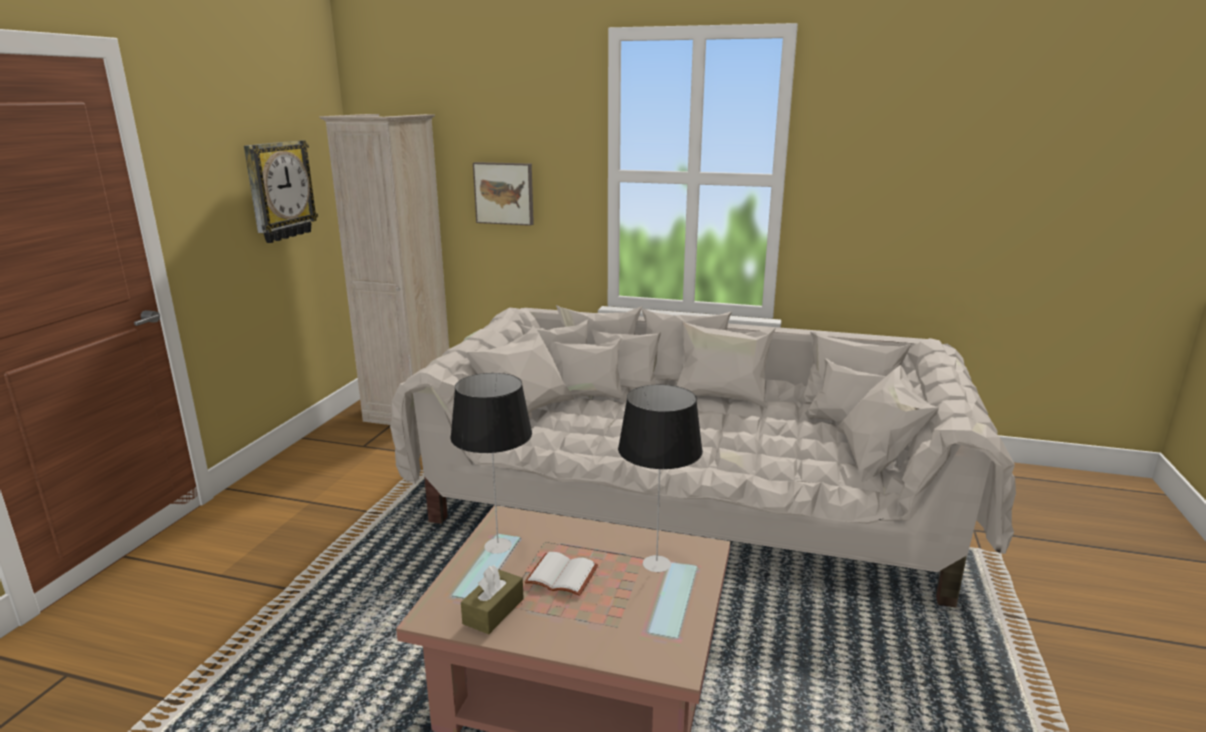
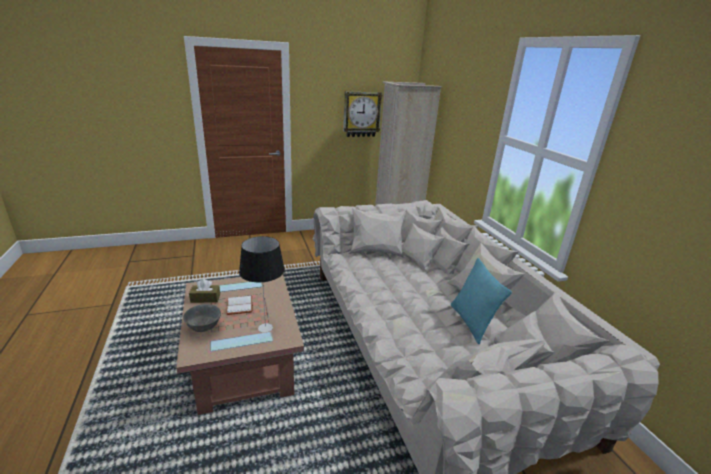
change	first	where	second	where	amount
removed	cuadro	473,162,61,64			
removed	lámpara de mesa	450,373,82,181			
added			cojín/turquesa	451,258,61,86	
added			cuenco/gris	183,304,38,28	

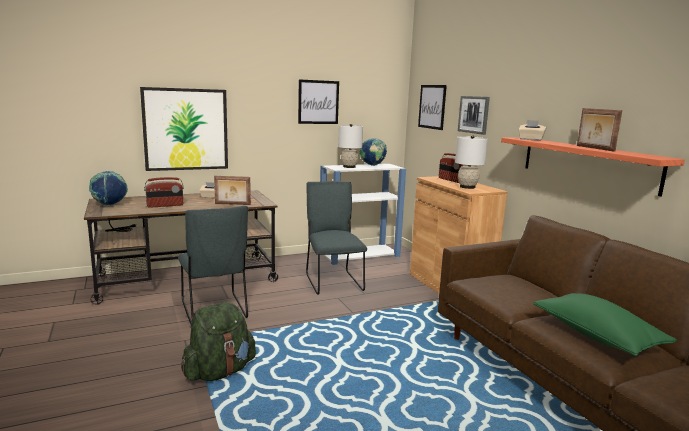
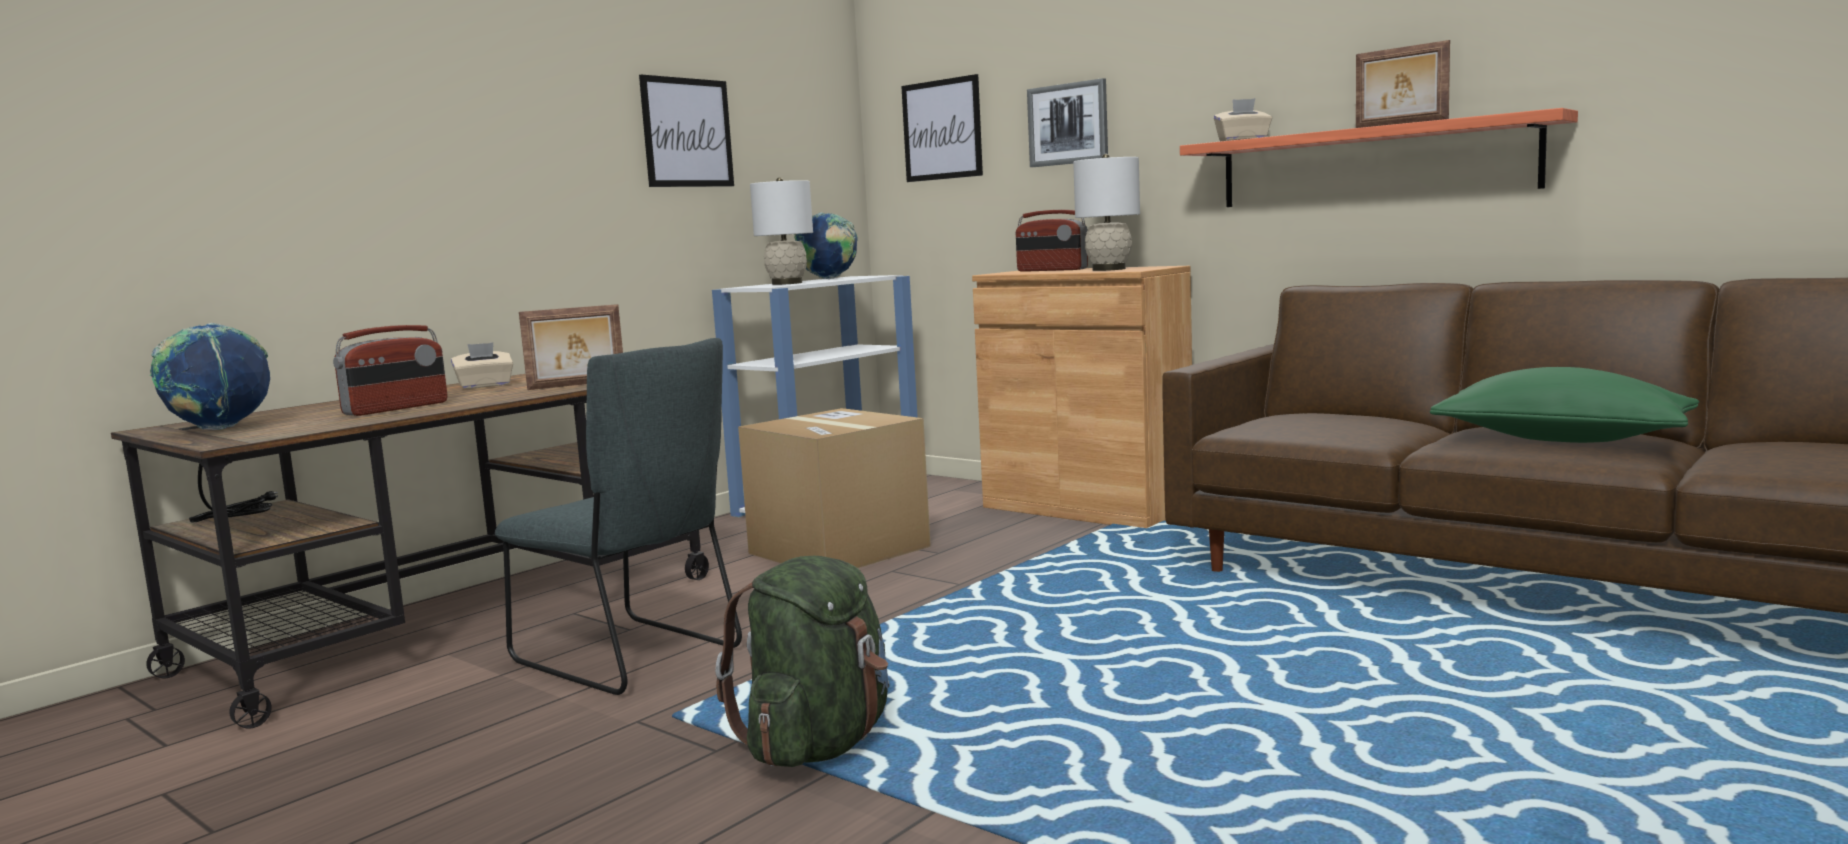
change	first	where	second	where	amount
removed	cuadro	140,87,88,84			
replaced	silla/gris	306,181,61,114	caja de cartón	738,408,193,160	

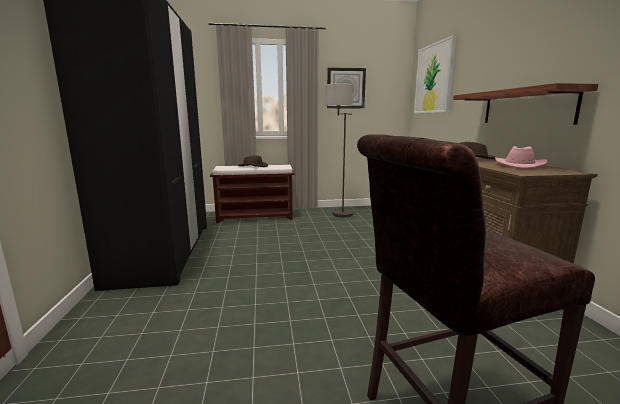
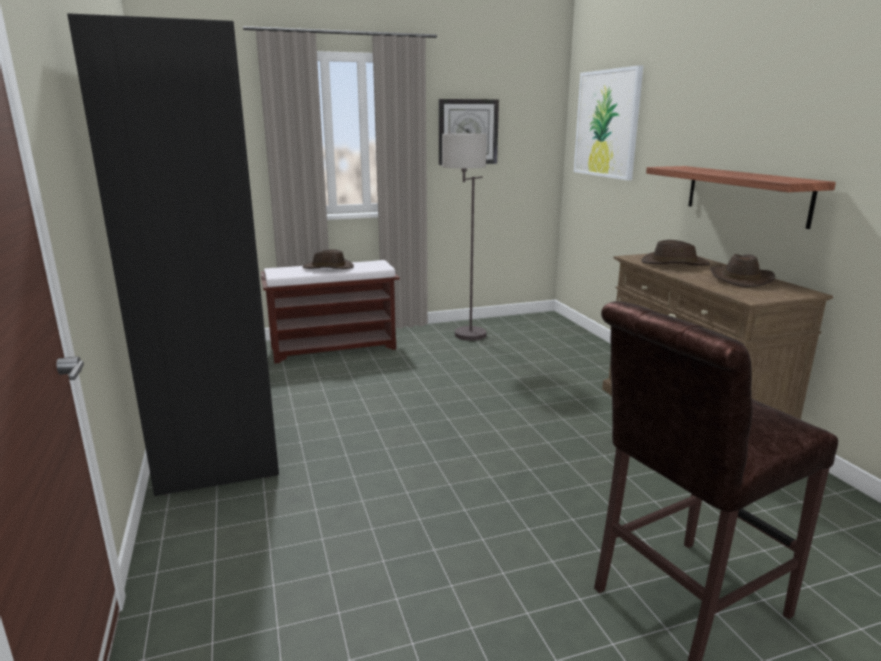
change	first	where	second	where	amount
recoloured	sombrero/rosa	495,146,52,22	sombrero/marrón	710,254,65,33	

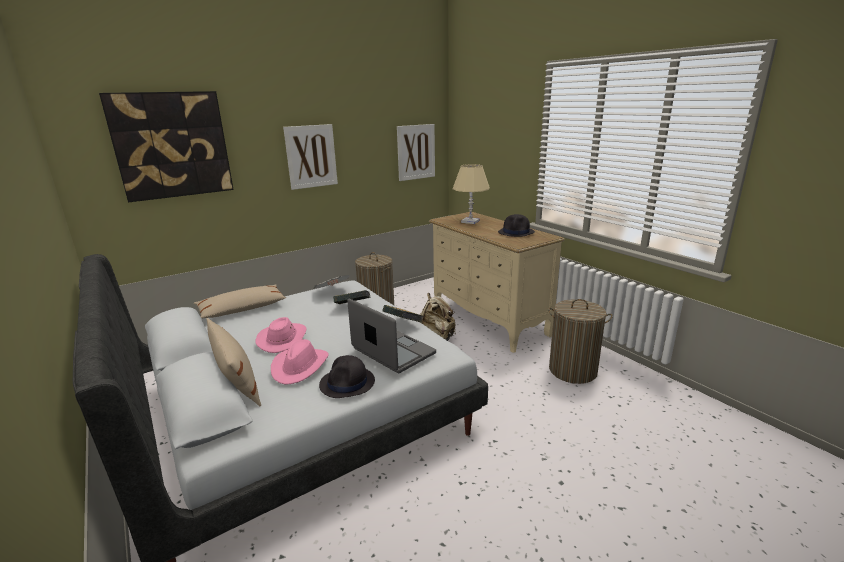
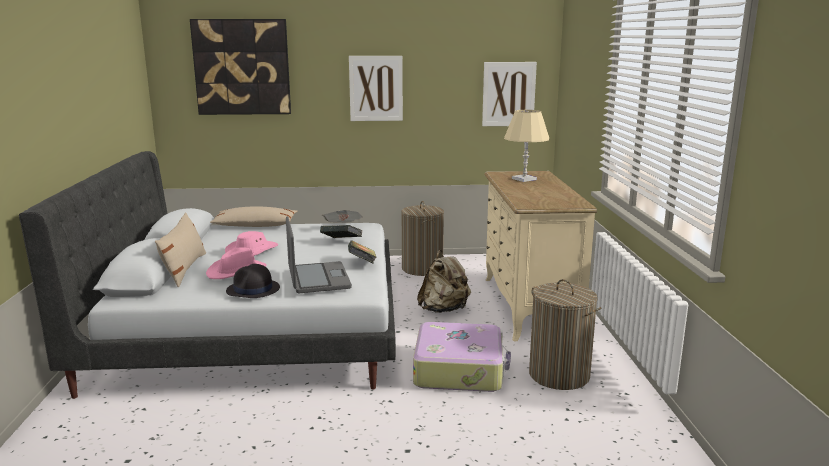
change	first	where	second	where	amount
removed	sombrero/negro	498,214,37,23			
added			maleta	413,322,98,70	

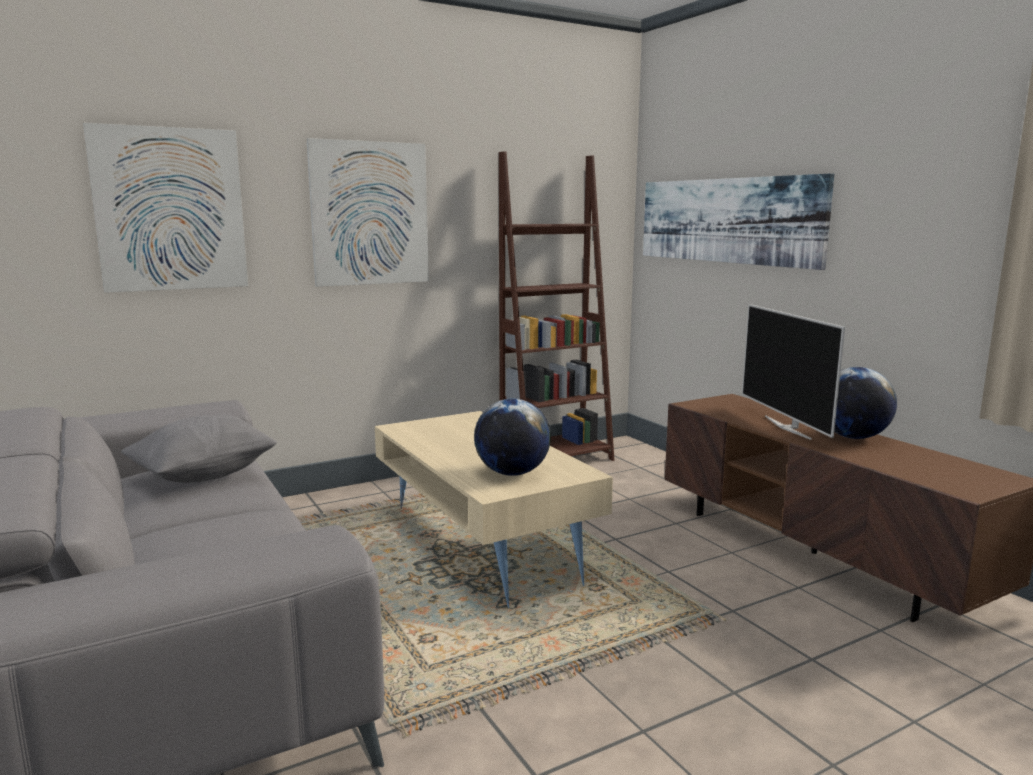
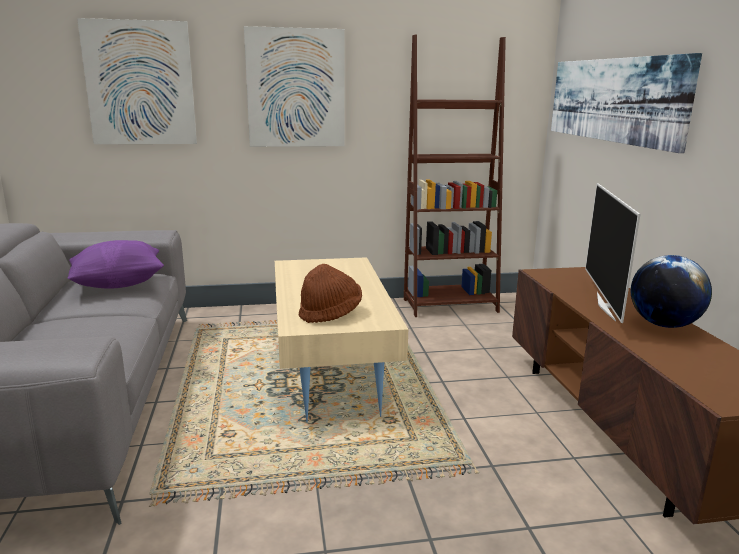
change	first	where	second	where	amount
replaced	globo terráqueo	474,399,77,77	sombrero/marrón	299,264,63,59	
recoloured	cojín/gris	121,415,156,68	cojín/morado	67,240,97,49	

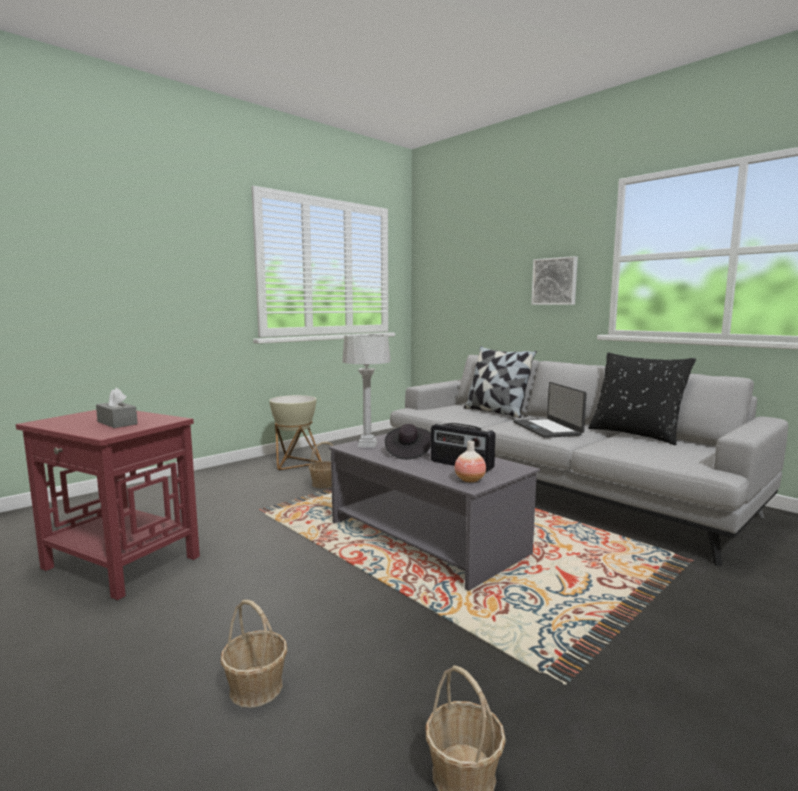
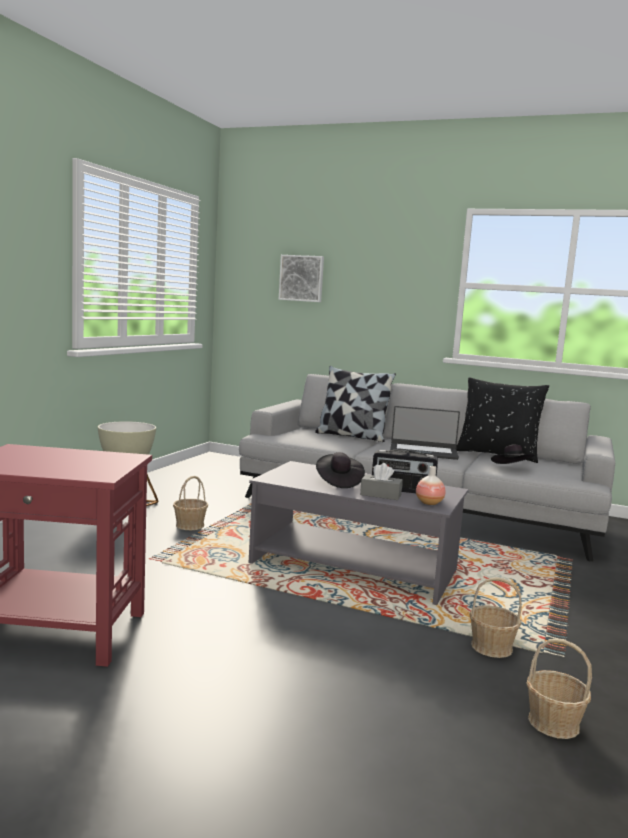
change	first	where	second	where	amount
moved	cuadro	531,256,47,49		279,255,45,47	
removed	lámpara de mesa/gris	342,334,49,114			
turned	portátil	513,382,74,56		390,406,70,54	45 degrees counterclockwise
moved	caja de pañuelos/gris	96,388,42,40		360,463,43,37	
moved	cesta	221,600,66,108		469,577,53,81	
added			sombrero/negro	491,444,43,20	

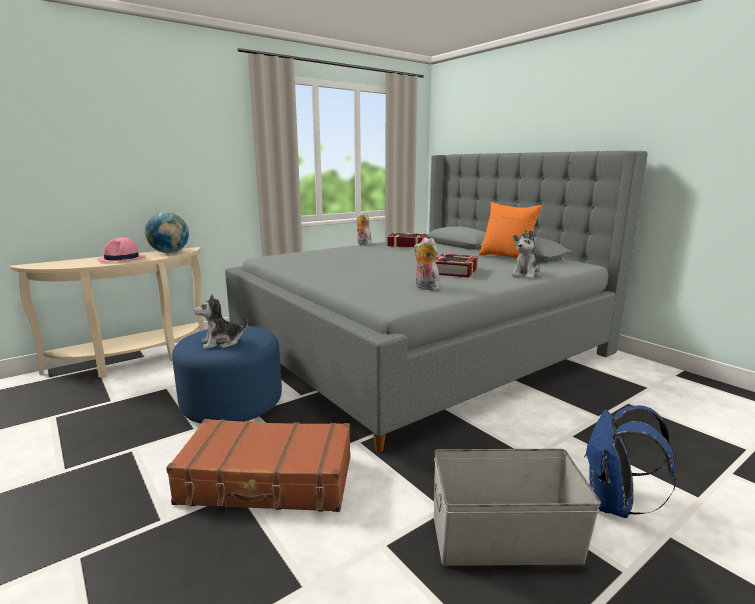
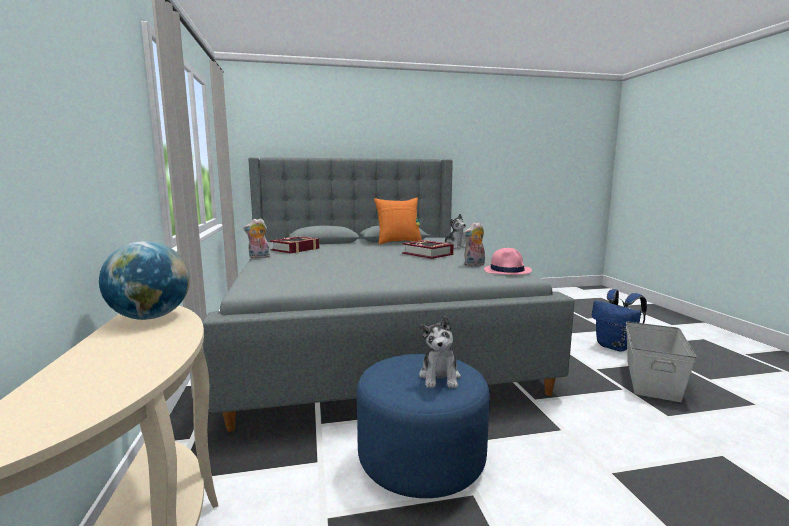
change	first	where	second	where	amount
moved	sombrero/rosa	97,238,49,24		484,248,48,27	
removed	maleta/marrón	166,419,185,93			

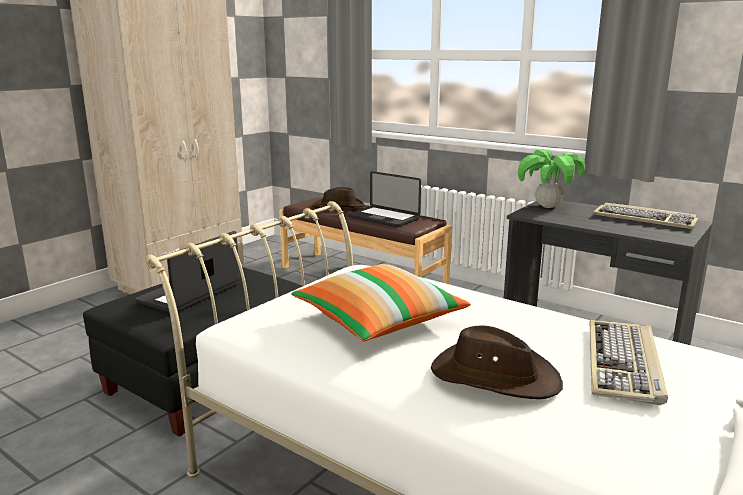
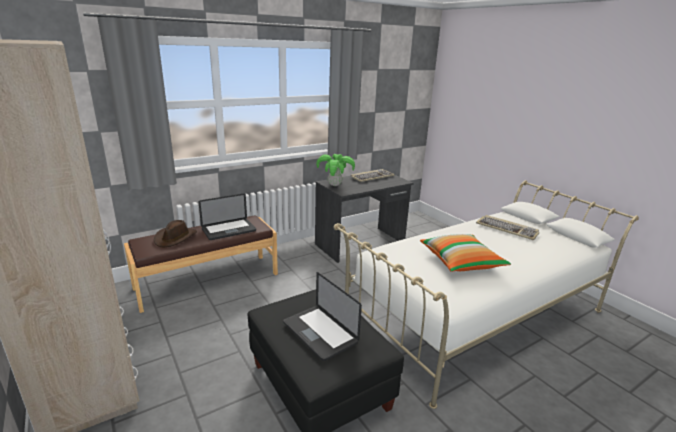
change	first	where	second	where	amount
removed	sombrero/marrón	431,326,132,73			

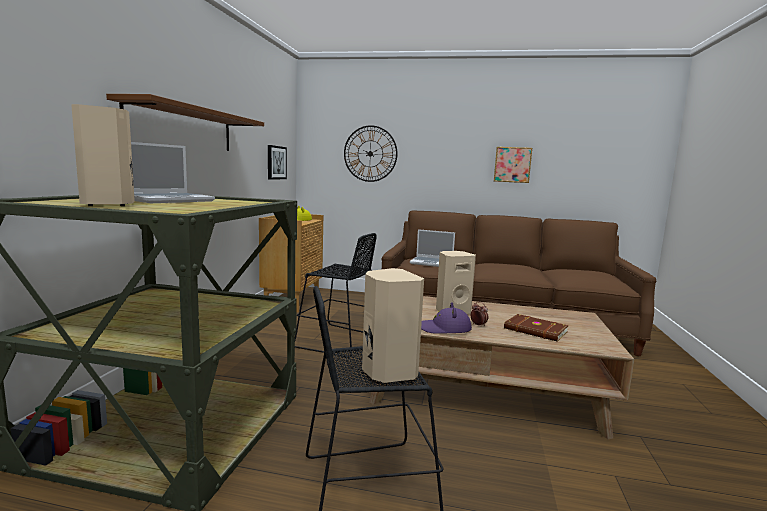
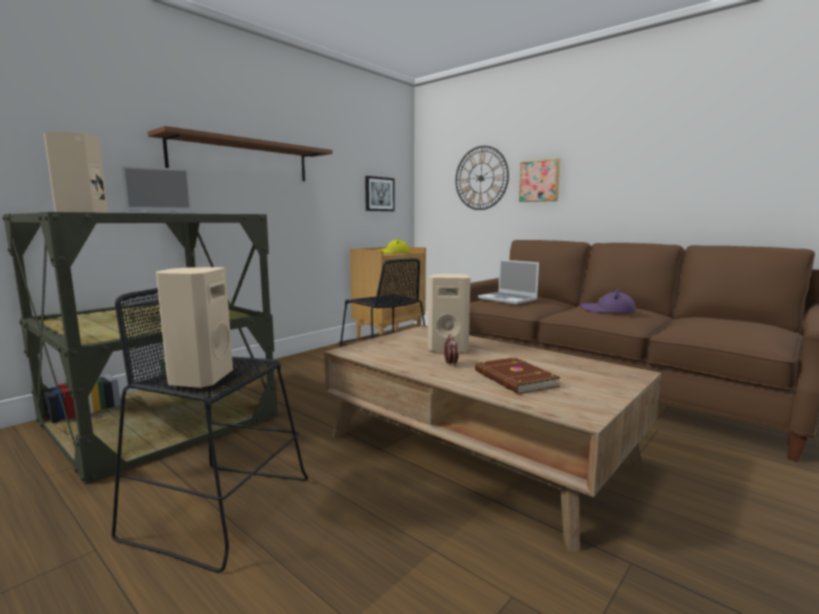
change	first	where	second	where	amount
moved	cuadro	494,147,38,36		519,158,41,44	
moved	sombrero/morado	421,302,51,32		581,288,55,25	

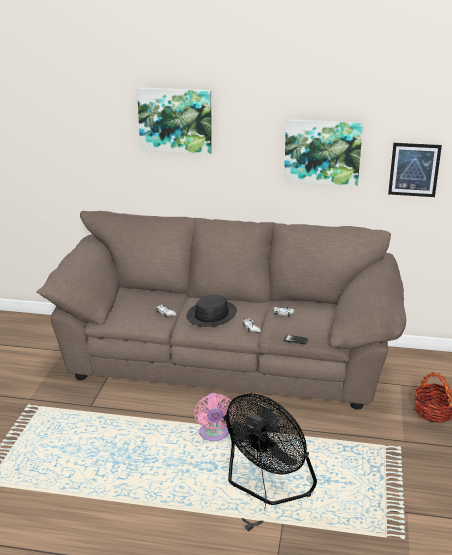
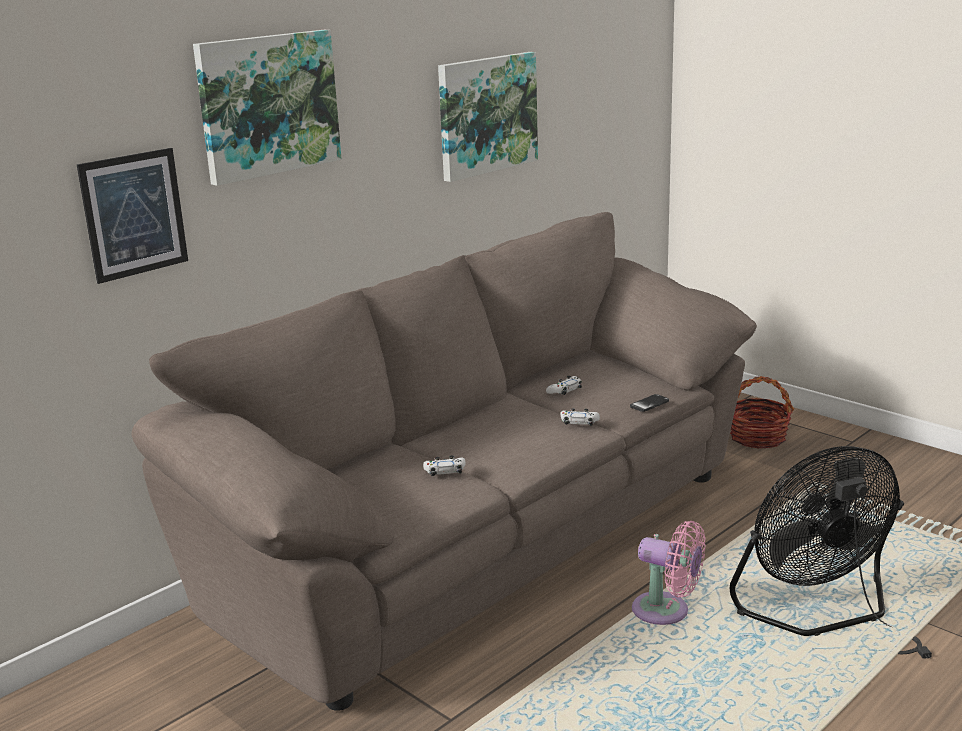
change	first	where	second	where	amount
moved	cuadro	388,143,54,54		76,148,112,136	
removed	sombrero/negro	186,294,51,33			

